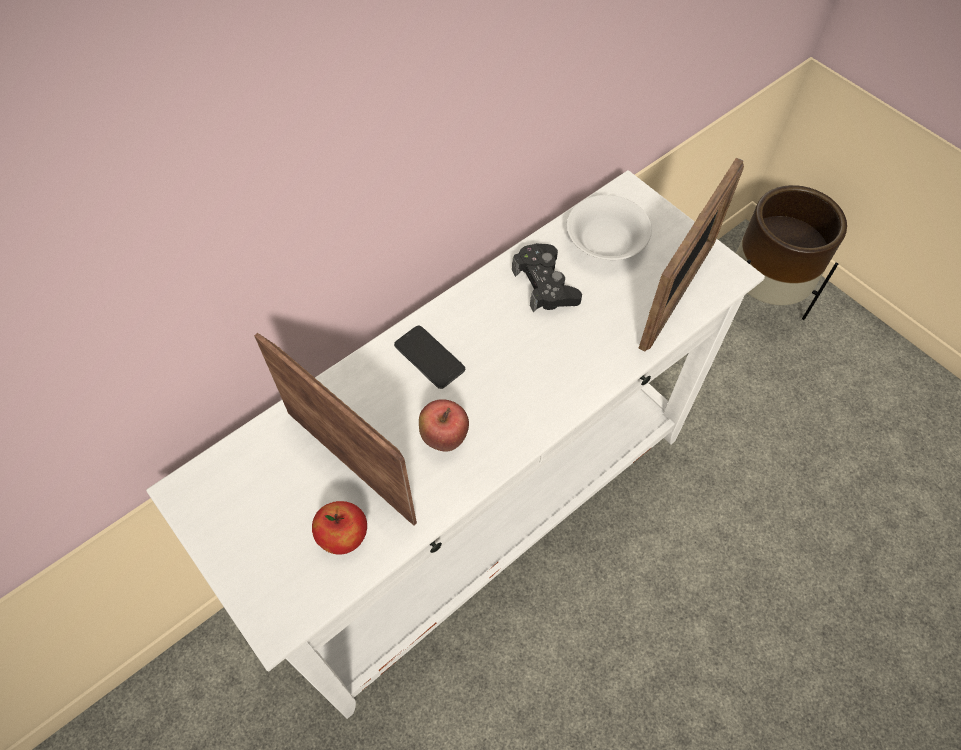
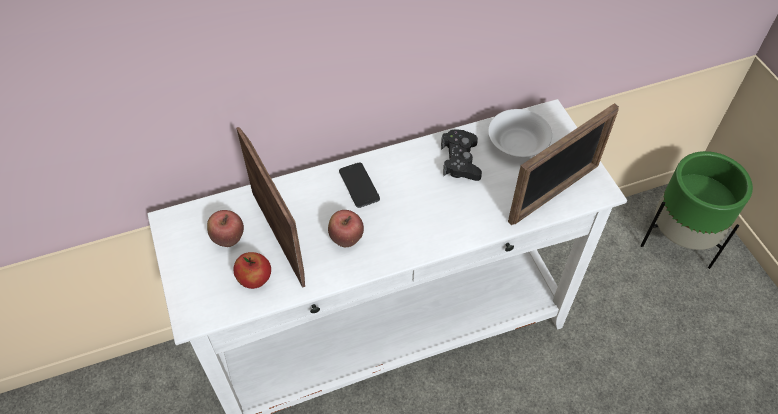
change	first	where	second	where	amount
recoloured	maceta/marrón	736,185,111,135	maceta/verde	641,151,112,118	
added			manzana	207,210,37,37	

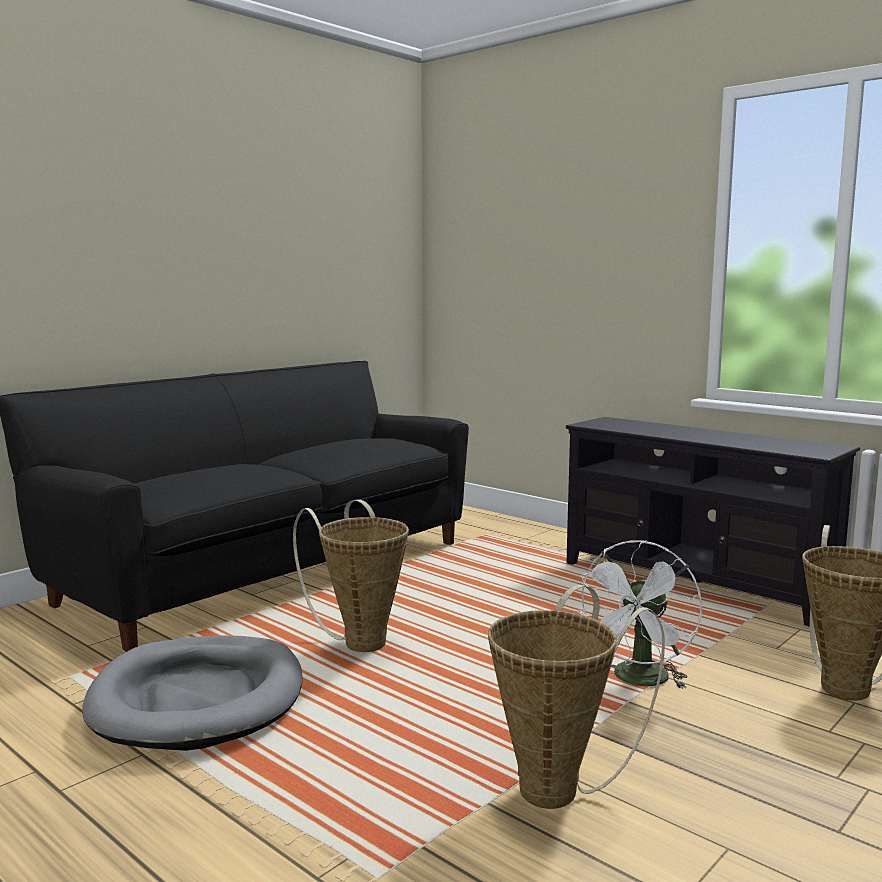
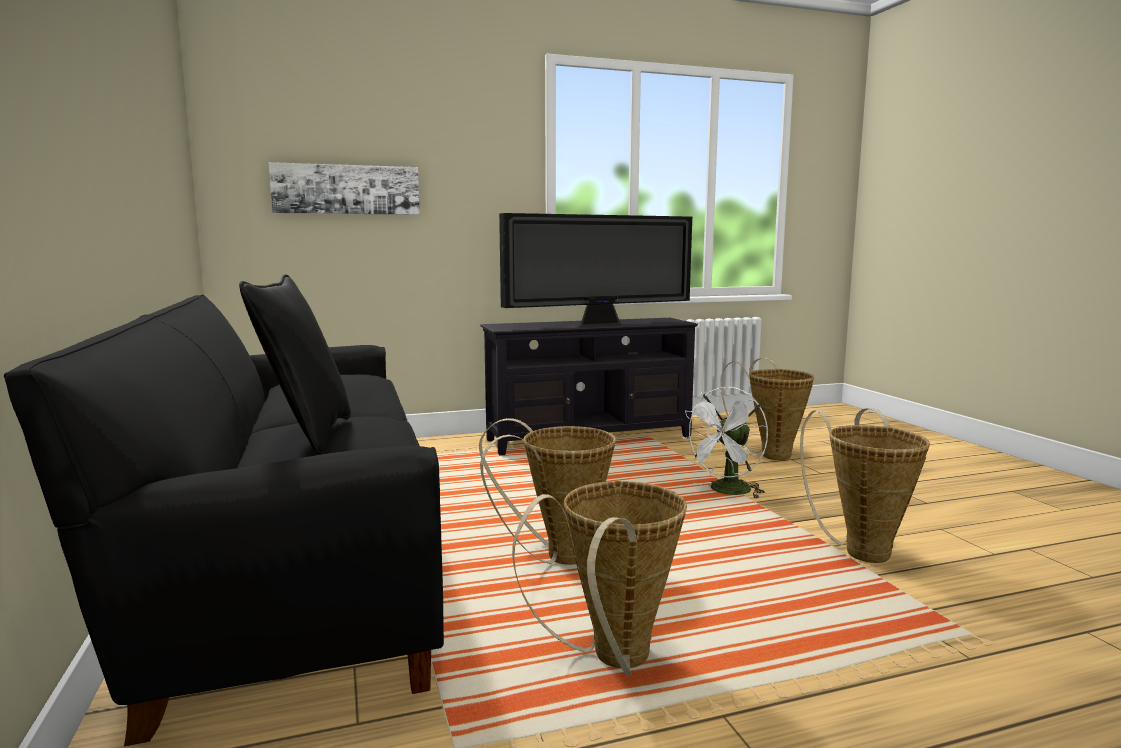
change	first	where	second	where	amount
turned	ventilador/blanco	576,540,126,149		681,387,87,111	75 degrees clockwise
replaced	cama para perro/gris	82,635,220,116	cesta	512,481,175,194	
added			cuadro	268,162,152,53	
added			televisor	499,213,193,113	
added			cojín/negro	239,274,112,181	

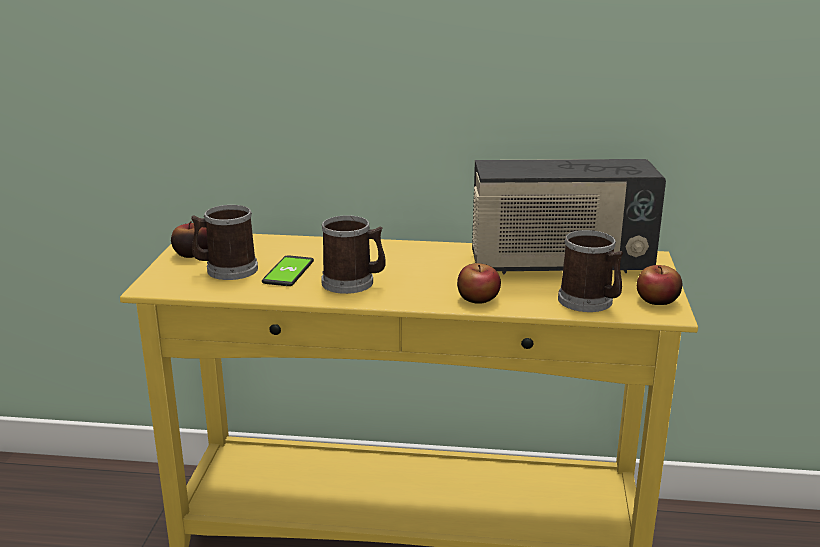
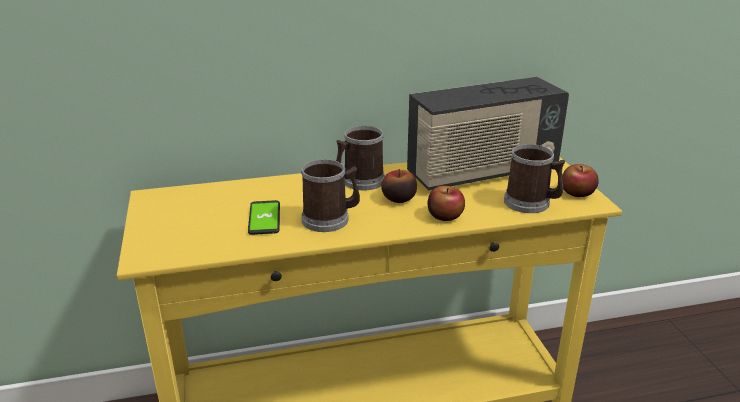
change	first	where	second	where	amount
moved	taza grande	191,205,67,75		336,126,49,64	
moved	manzana	171,221,37,37		381,169,36,34	

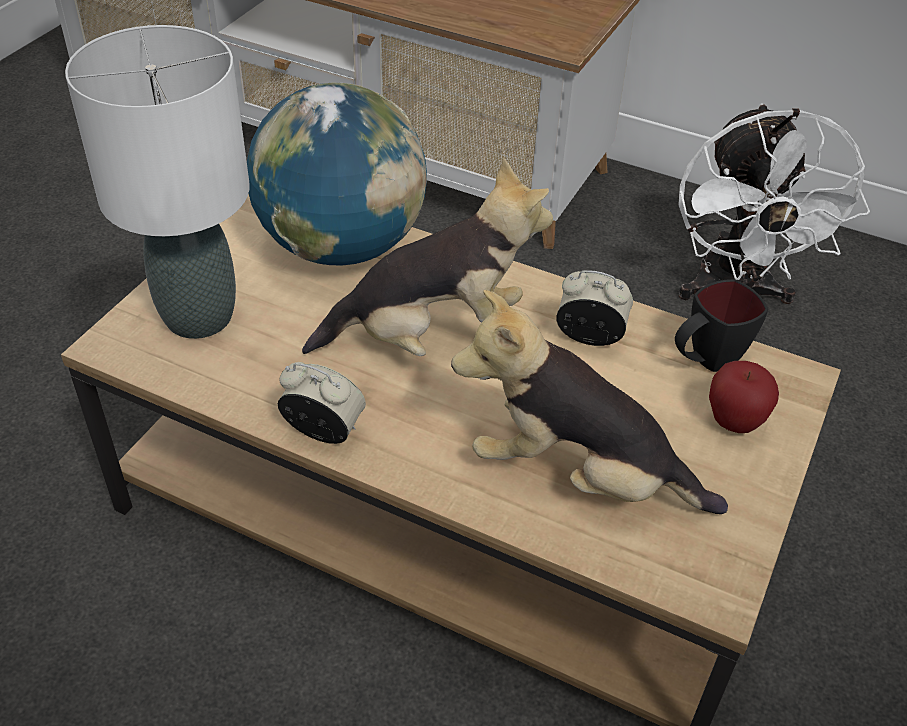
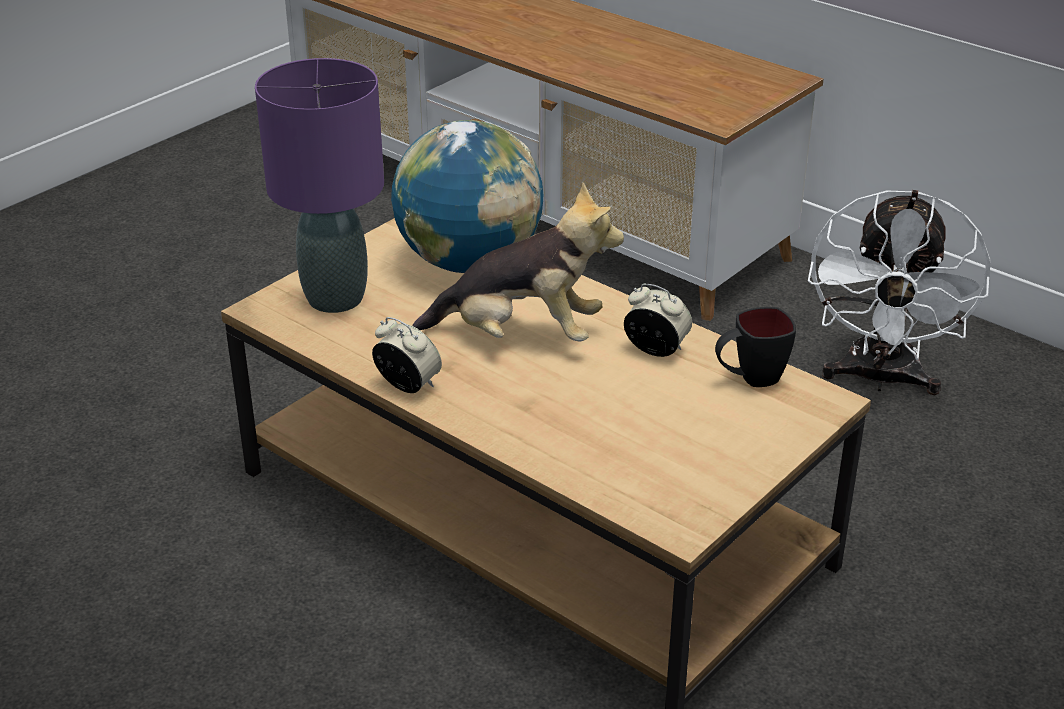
change	first	where	second	where	amount
recoloured	lámpara de mesa/blanco	65,25,184,314	lámpara de mesa/morado	255,58,129,255	
removed	peluche	451,290,277,224			
removed	manzana	709,361,70,72			

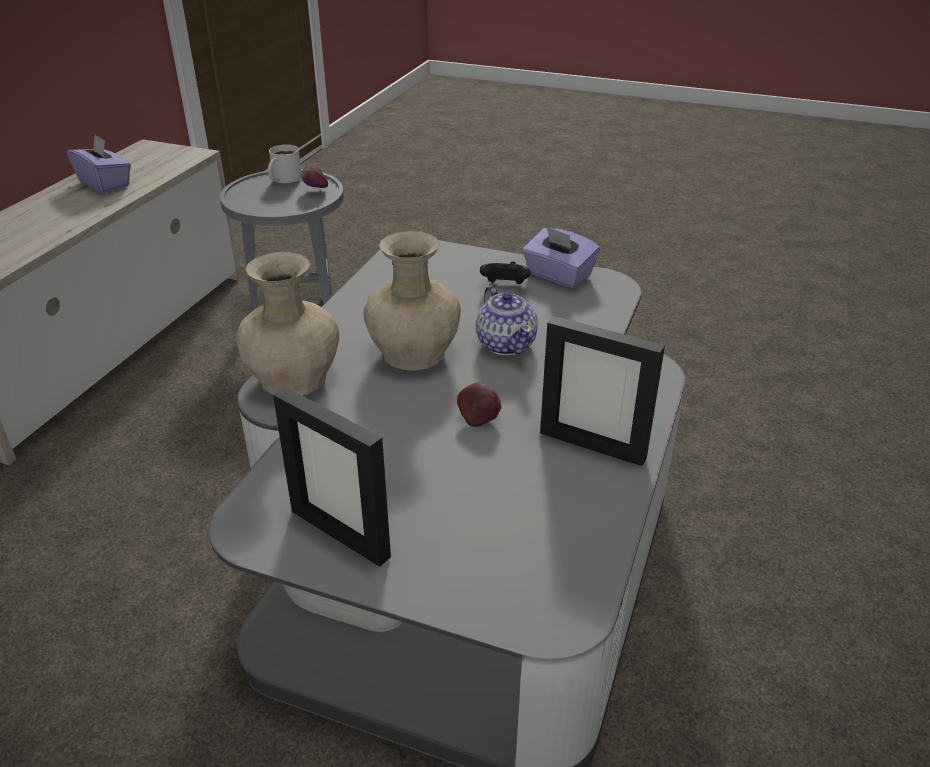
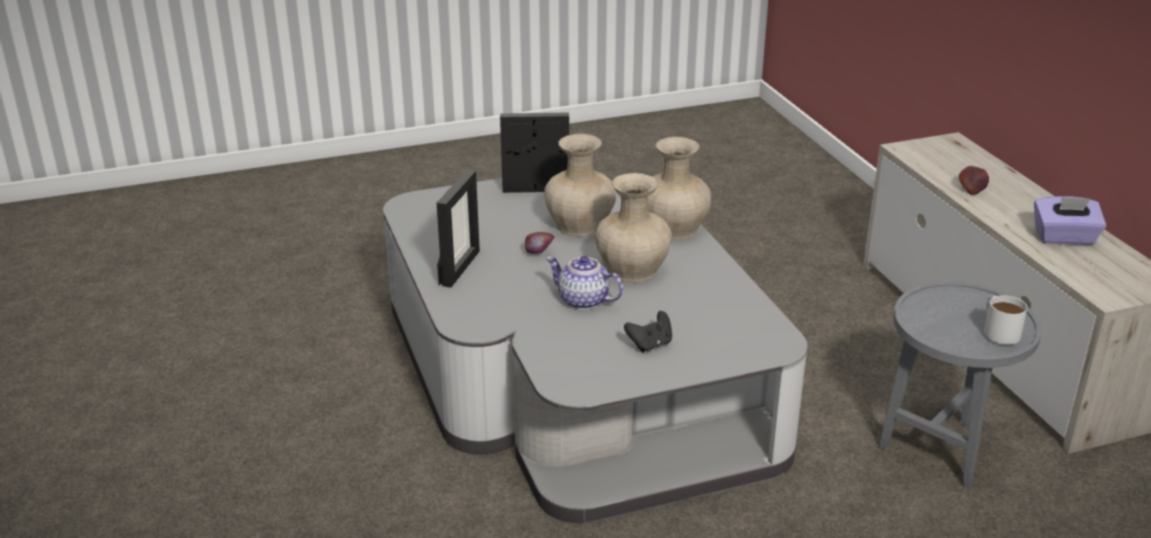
change	first	where	second	where	amount
moved	manzana	301,165,27,23		959,166,30,29	
removed	caja de pañuelos/morado	522,226,78,62			
turned	portarretratos	540,316,125,150		437,170,43,118	120 degrees clockwise
added			florero/beis	544,134,72,103	

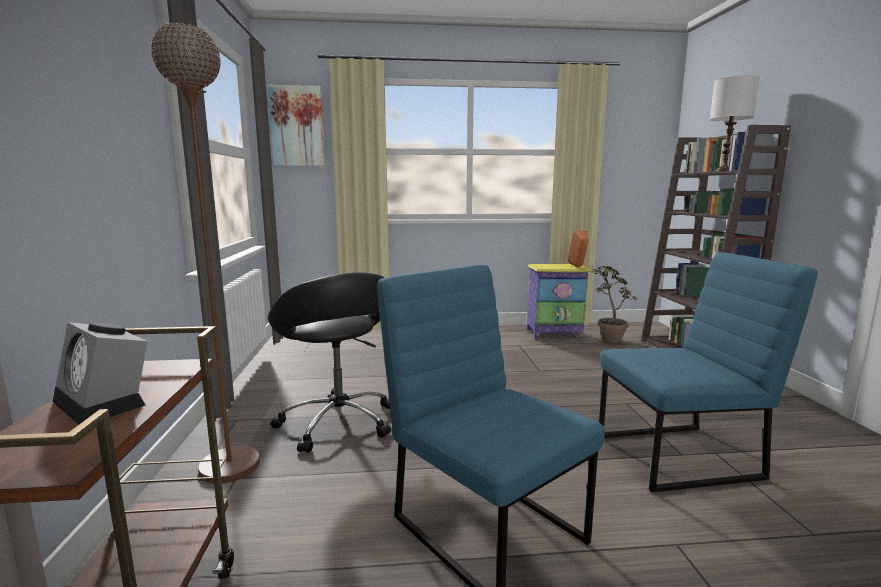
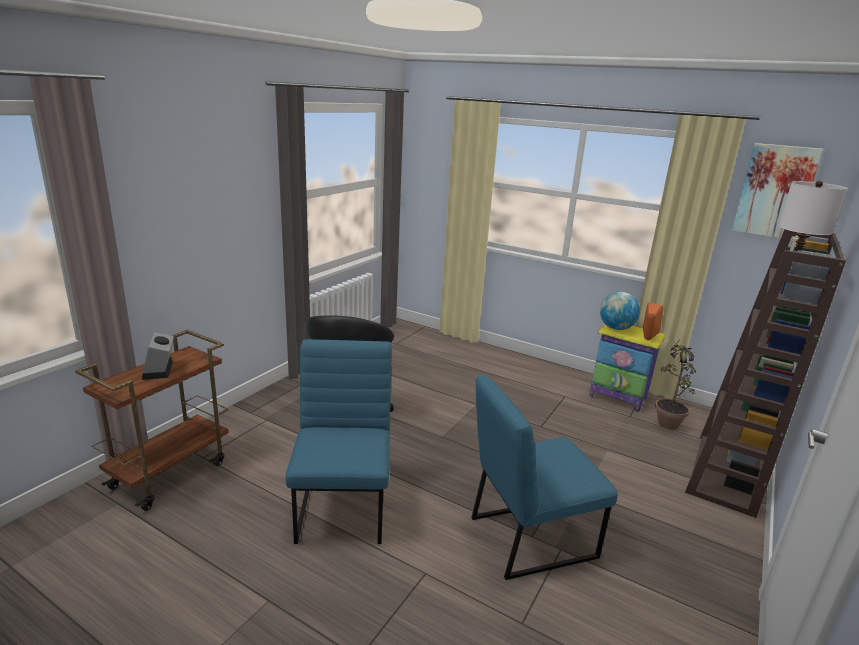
change	first	where	second	where	amount
removed	lámpara de pie/marrón	151,23,109,460			
moved	cuadro	268,85,57,81		732,143,91,97	
turned	silla/azul	599,252,219,240		471,375,147,205	135 degrees clockwise
added			globo terráqueo	600,292,40,38	

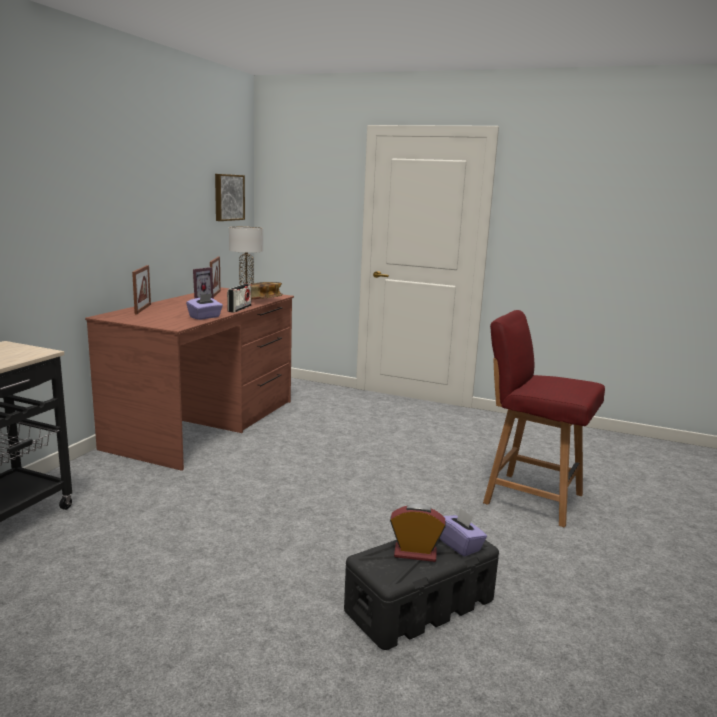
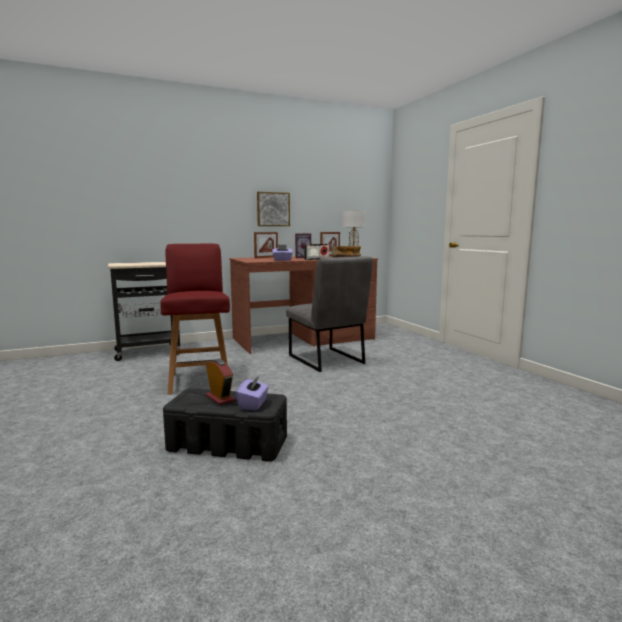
change	first	where	second	where	amount
moved	cuadro	215,174,30,47		257,192,33,34	
moved	silla/rojo	483,310,122,217		161,243,69,152	
added			silla/gris	286,256,87,116	

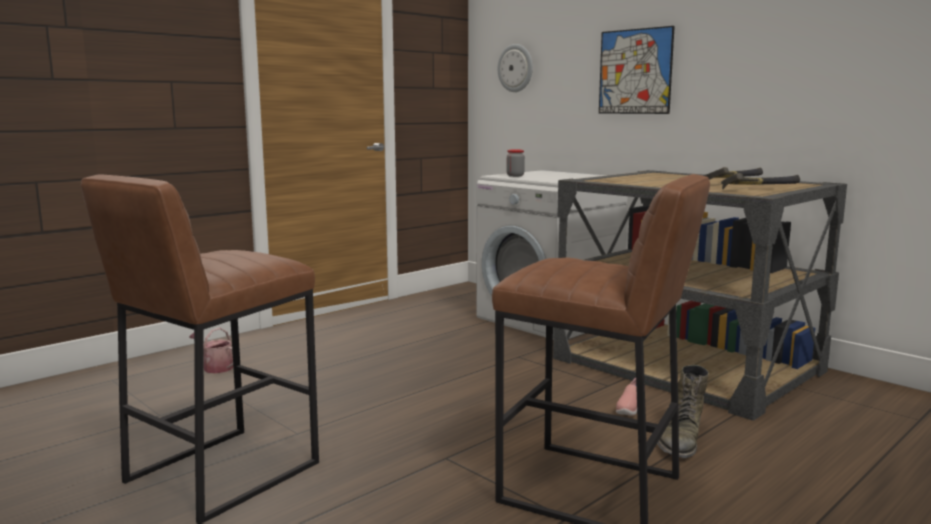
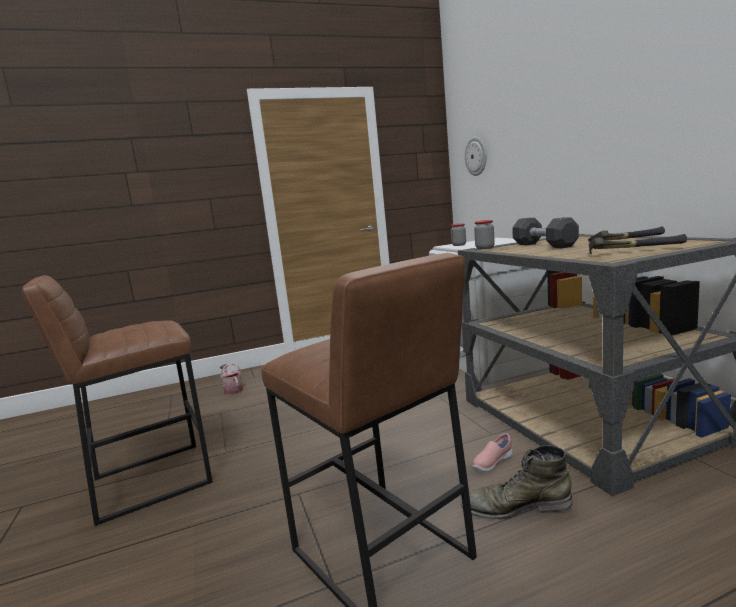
change	first	where	second	where	amount
removed	cuadro	599,26,76,88			
turned	bota/verde	657,365,52,93		461,445,112,75	45 degrees clockwise
added			mancuerna/negro	512,217,67,31	
added			tarro	474,220,21,29	

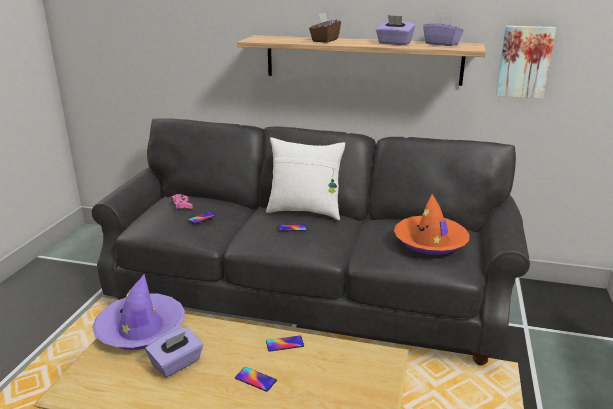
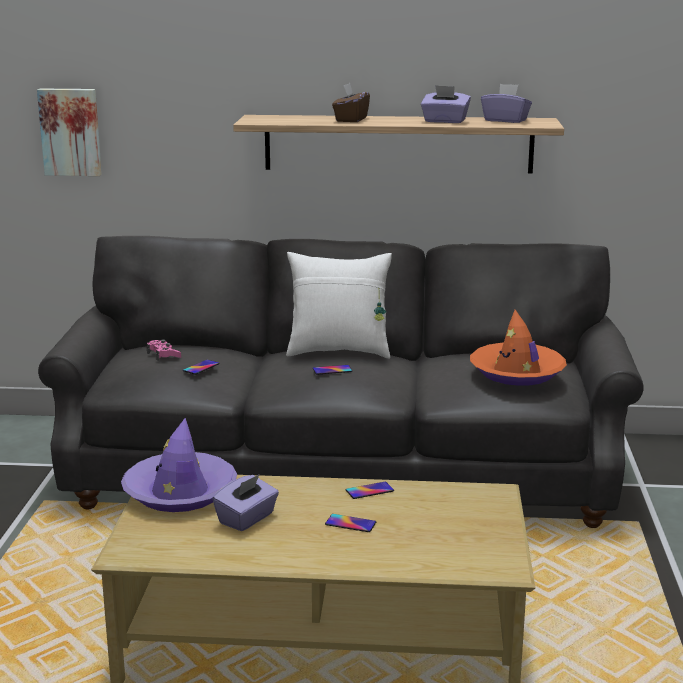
change	first	where	second	where	amount
moved	cuadro	496,26,60,73		37,89,65,87	

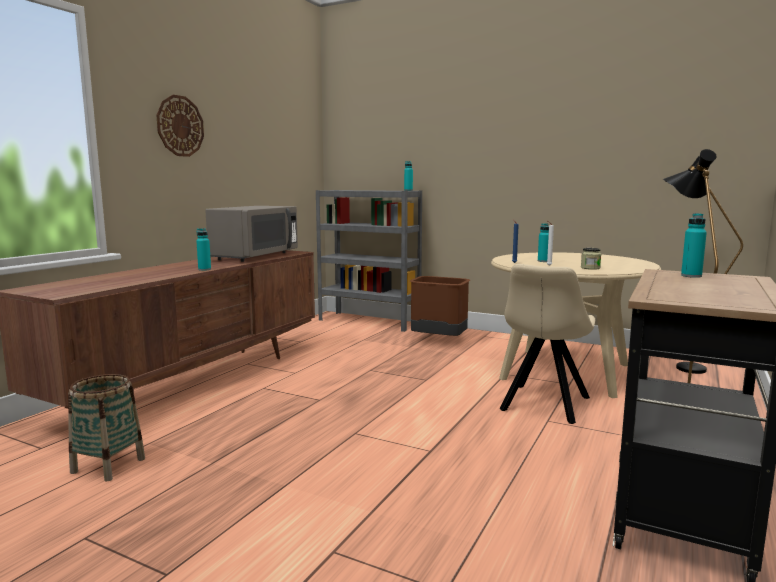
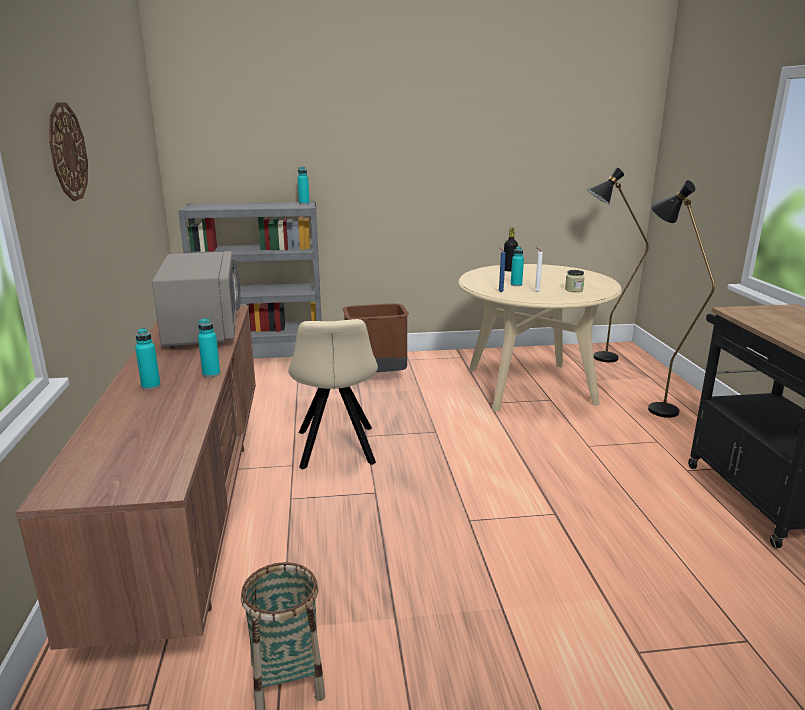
change	first	where	second	where	amount
moved	botella/turquesa	681,213,26,65		135,328,26,62	
moved	silla/beis	500,264,95,160		288,319,90,150	
added			botella/negro	504,228,14,43	

